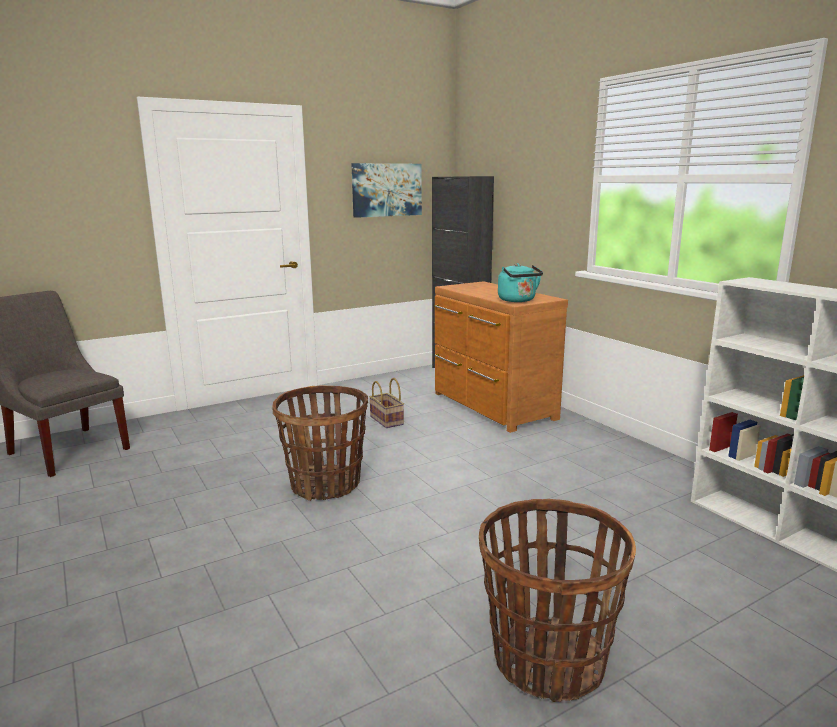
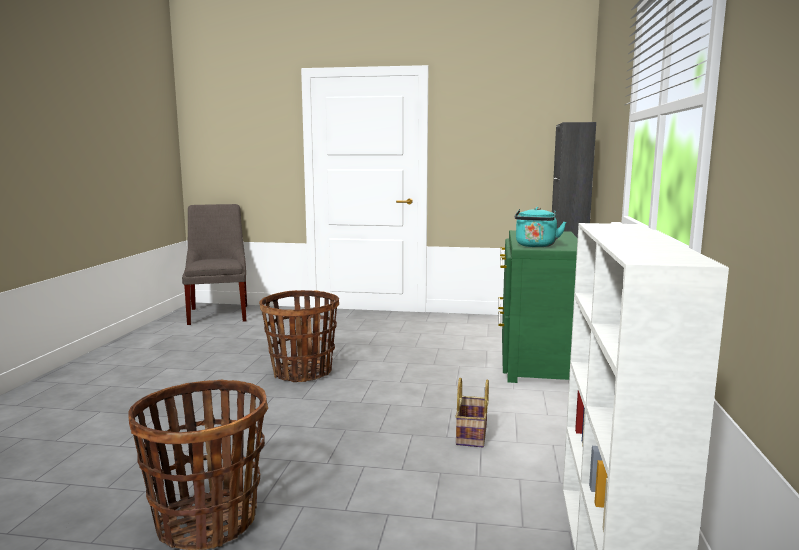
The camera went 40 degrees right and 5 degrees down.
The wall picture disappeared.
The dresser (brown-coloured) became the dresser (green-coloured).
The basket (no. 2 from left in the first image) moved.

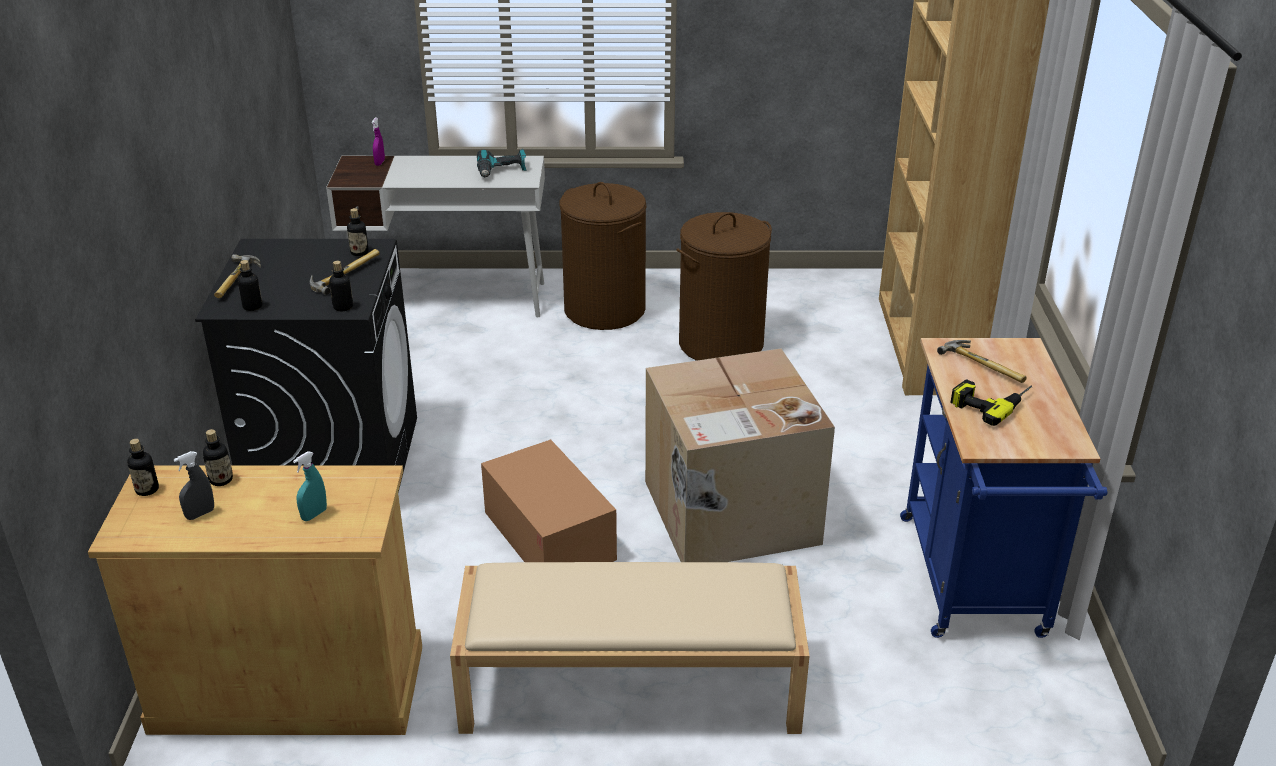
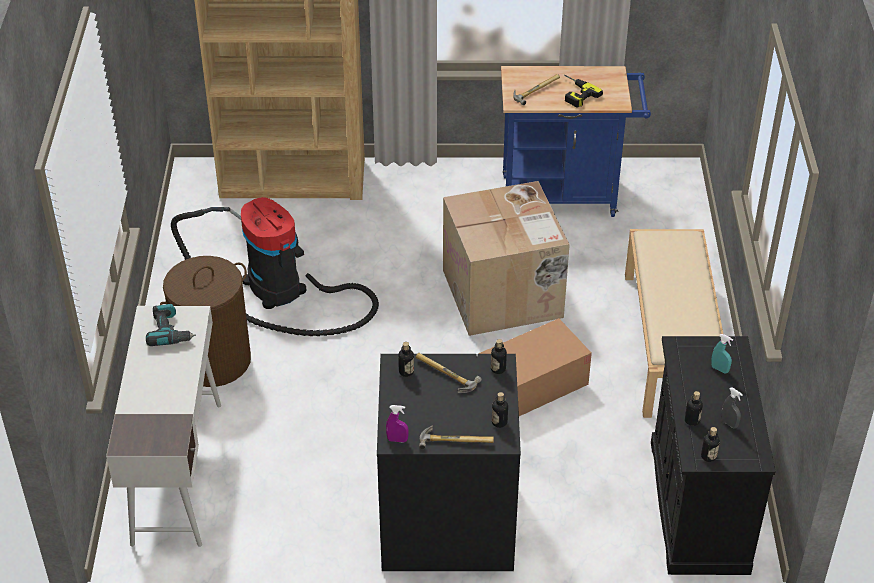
The camera went 90 degrees left and 10 degrees up.
The sprayer (purple) moved.
The hamper (brown-coloured) (no. 2 from left) was replaced by the hoover.
The cupboard (beige) became the cupboard (black).

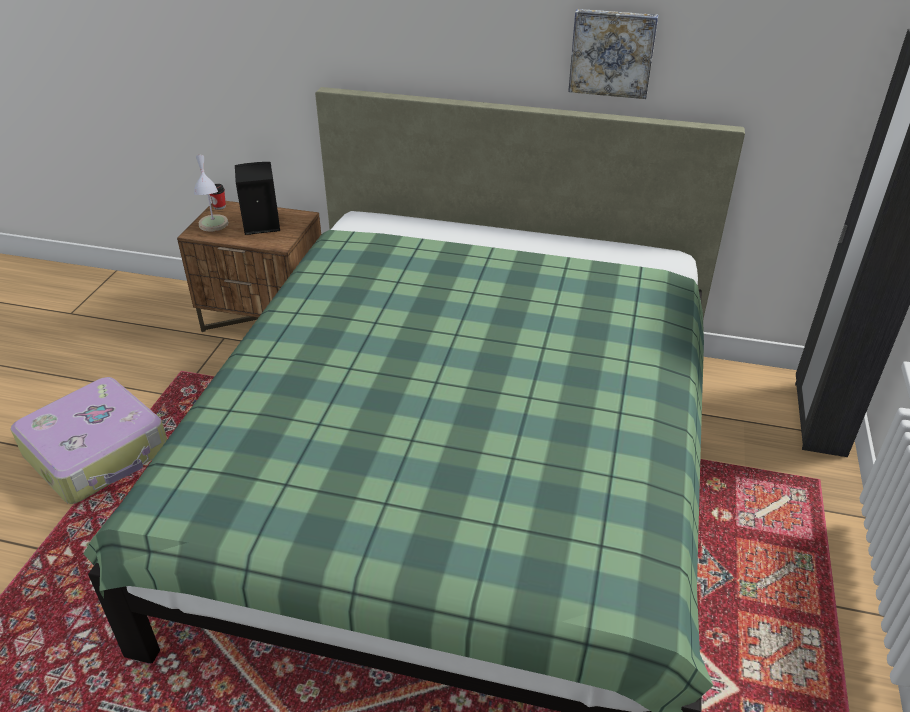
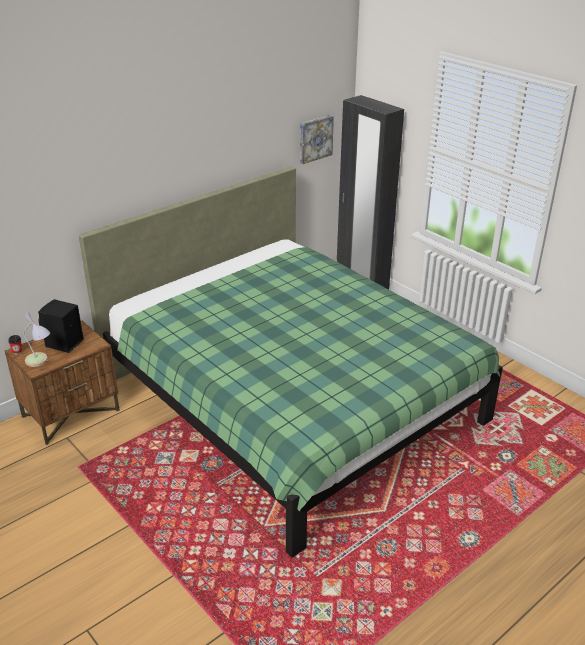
The camera went 55 degrees left and 5 degrees down.
The wall picture moved.
The suitcase disappeared.

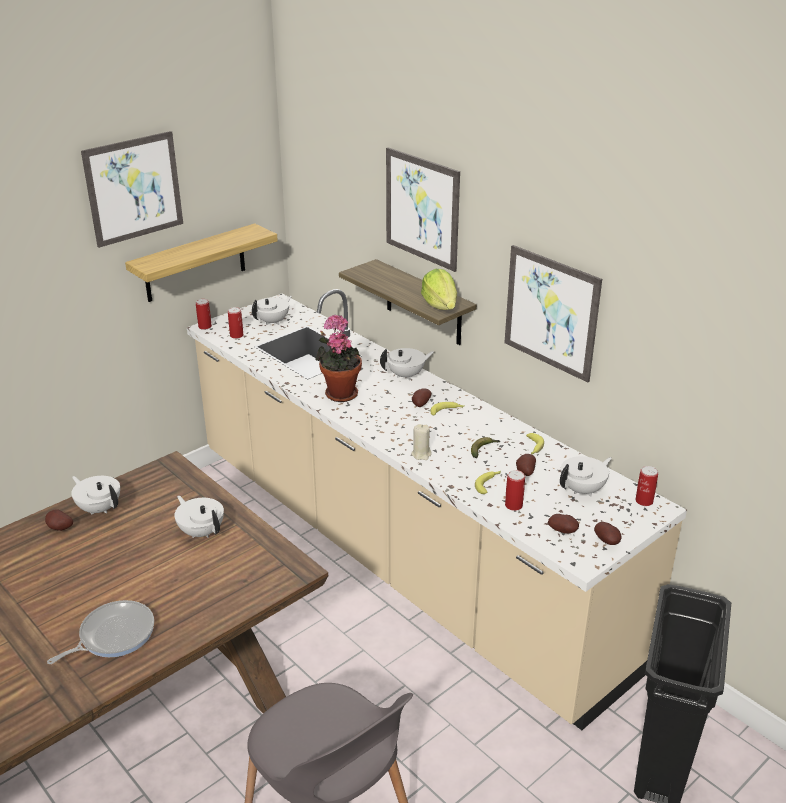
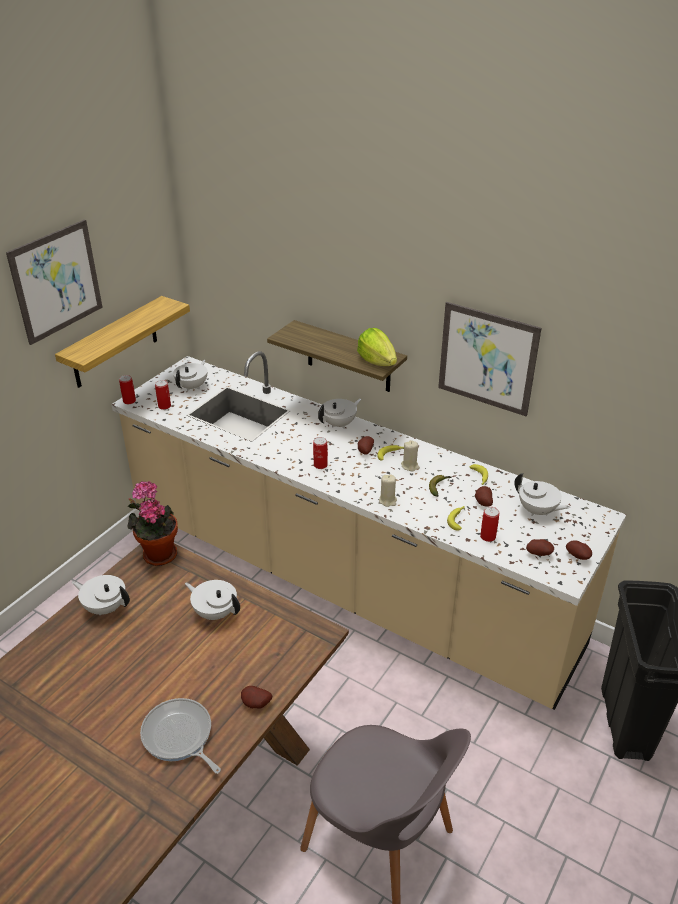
The camera went 15 degrees left and 5 degrees up.
The wall picture (no. 2 from left) disappeared.
The potted plant moved.
The teapot (whitish) (no. 5 from left) turned 90 degrees clockwise.
The sealed can (no. 4 from left in the first image) moved.
The spud (no. 1 from left) moved.
The frying pan turned 75 degrees counterclockwise.
The wax light (beige) (no. 2 from left) appeared.

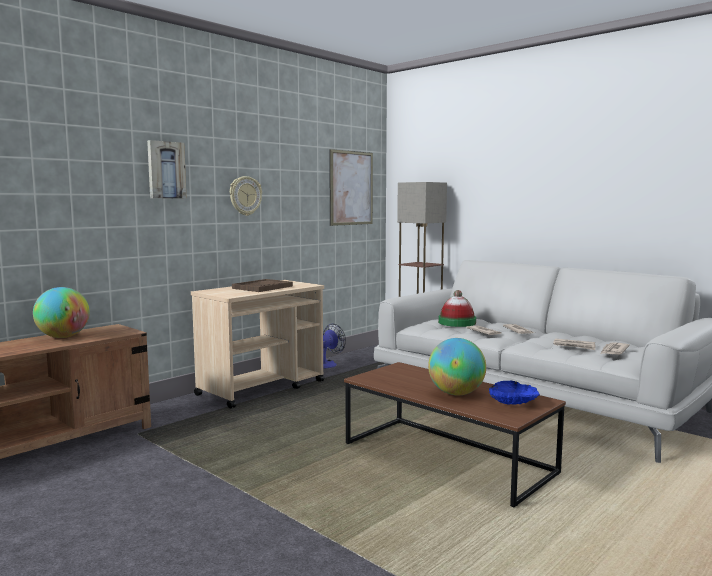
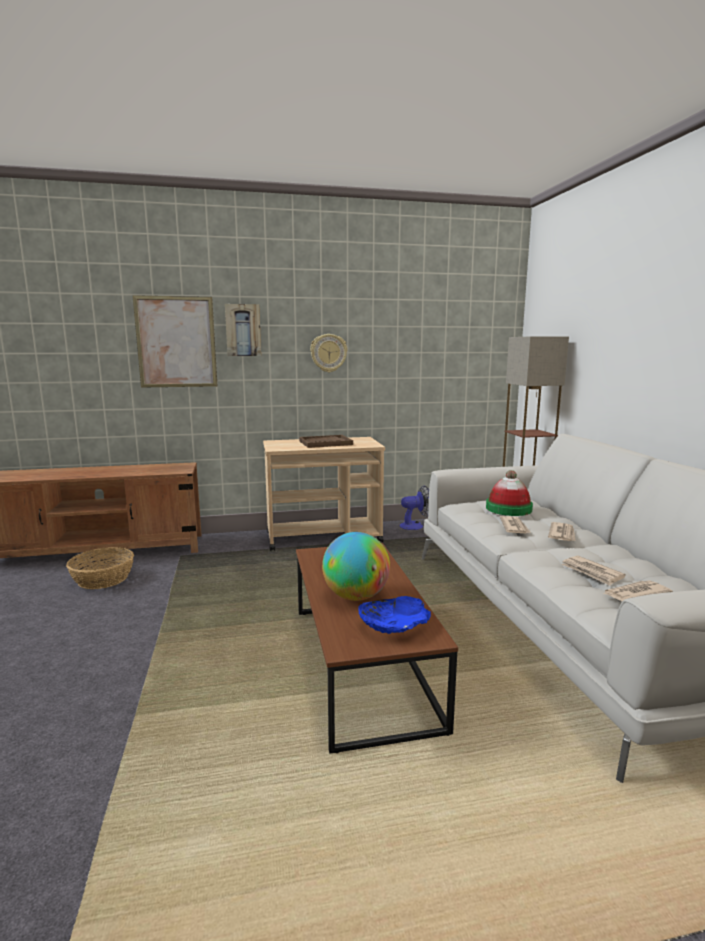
The camera went 35 degrees right and 5 degrees up.
The wall picture (no. 2 from left in the first image) moved.
The globe (no. 1 from left) disappeared.
The basket appeared.

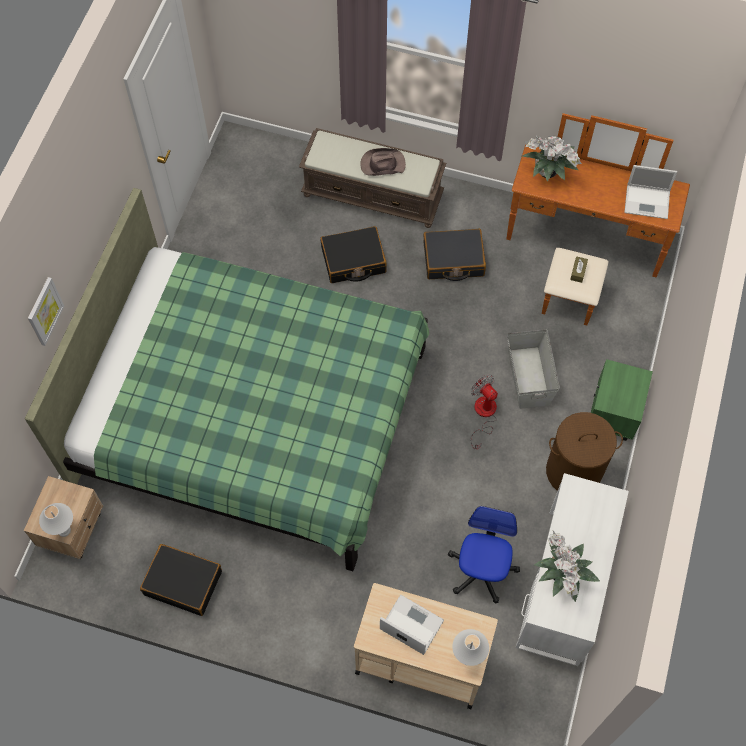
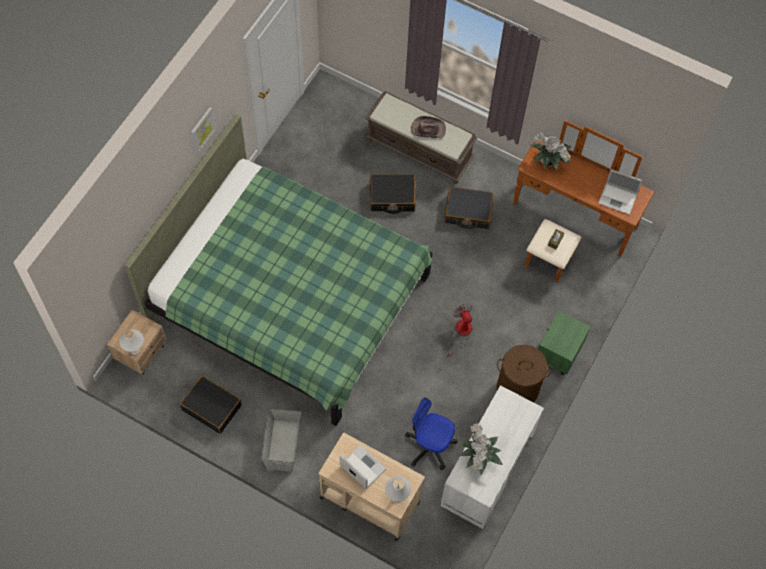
The camera went 10 degrees right and 0 degrees up.
The wall picture moved.
The storage container (grey) moved.
The desk chair turned 90 degrees counterclockwise.

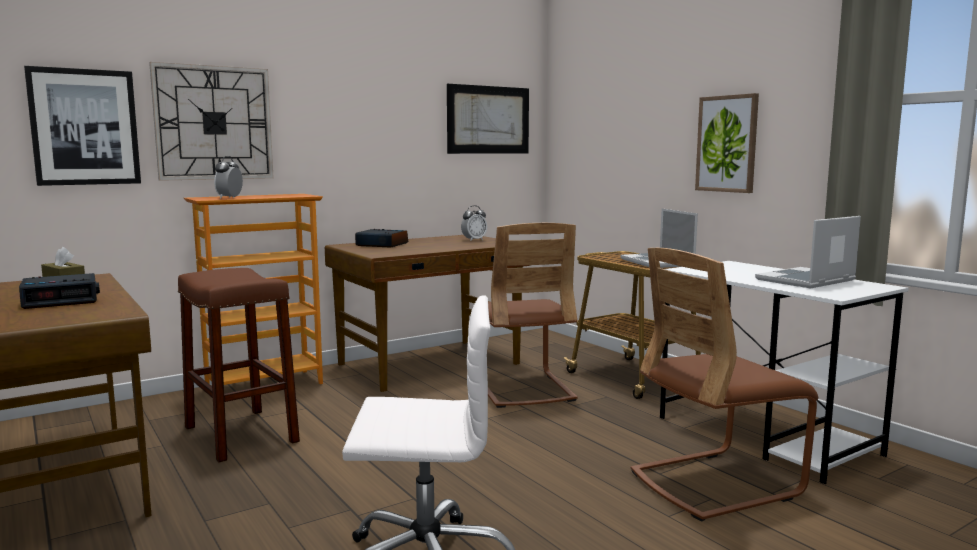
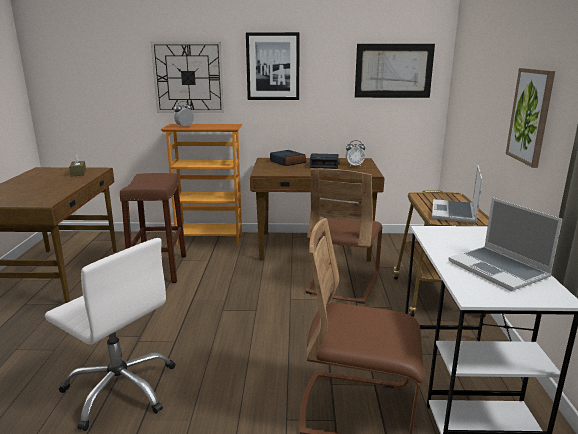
The camera went 35 degrees right and 10 degrees up.
The wall picture (no. 1 from left) moved.
The notebook computer (no. 2 from left) turned 120 degrees counterclockwise.
The bedside clock (no. 1 from left in the first image) moved.

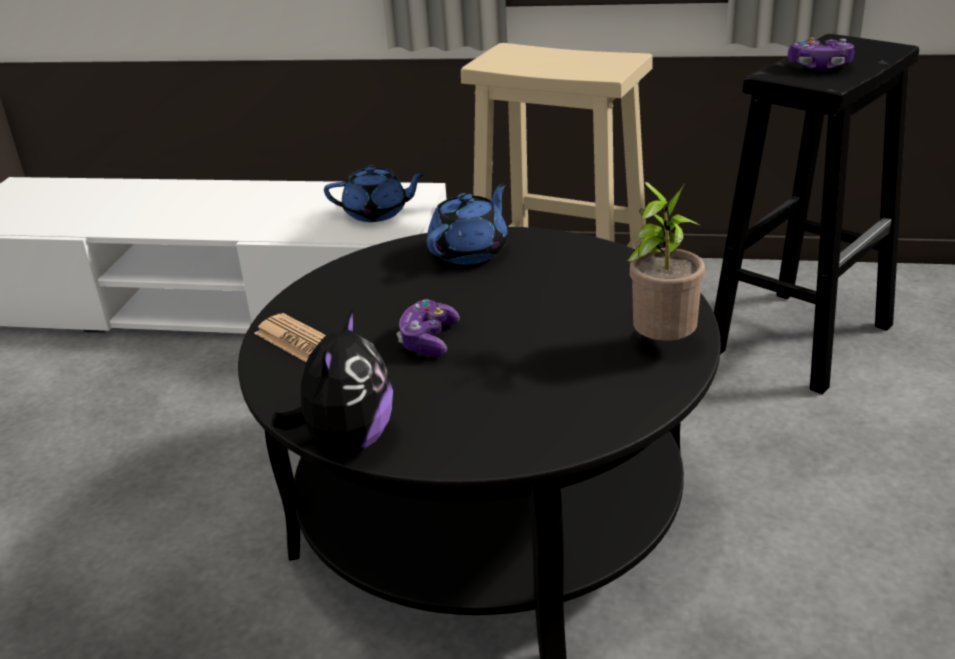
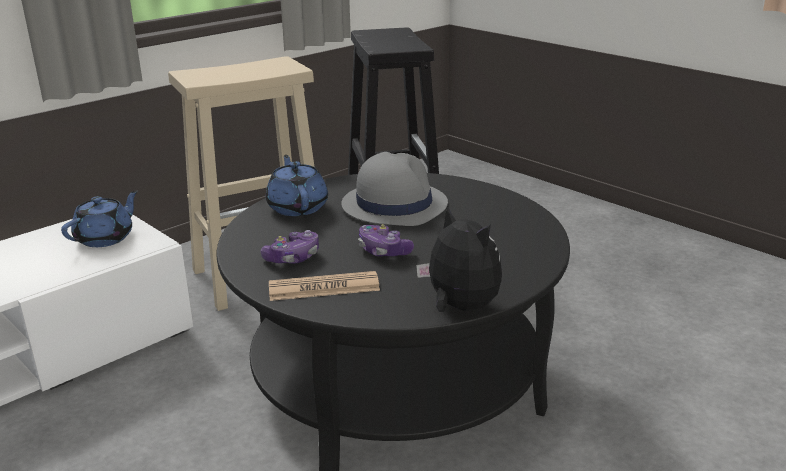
The camera went 55 degrees left and 5 degrees down.
The gamepad (no. 2 from left in the first image) moved.
The potted plant disappeared.
The hat (grey) appeared.

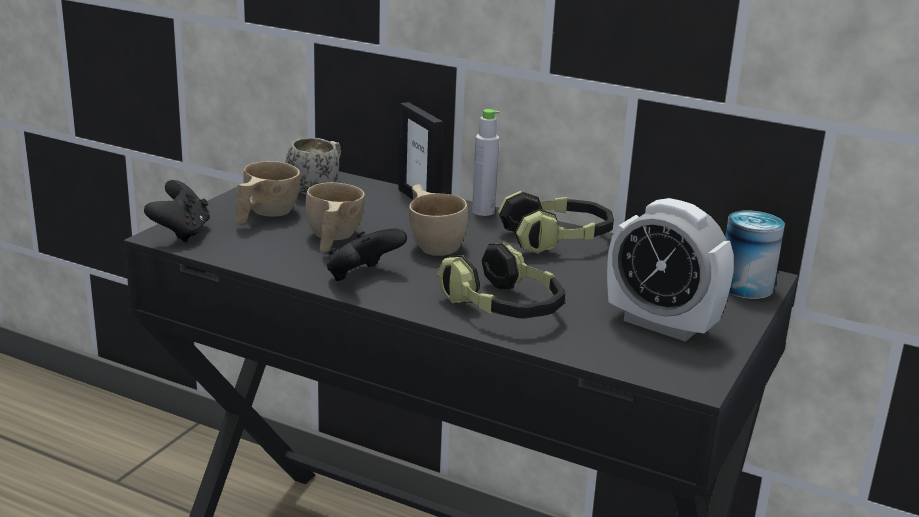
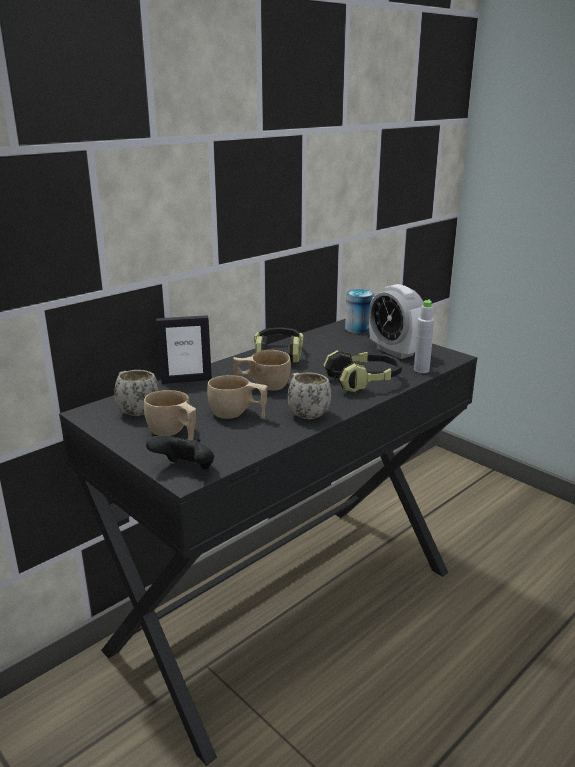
The camera went 70 degrees left and 0 degrees up.
The beverage bottle (grey) moved.
The bedside clock turned 90 degrees clockwise.
The gamepad (black) (no. 2 from left) was replaced by the mug (whitish) (no. 2 from left).

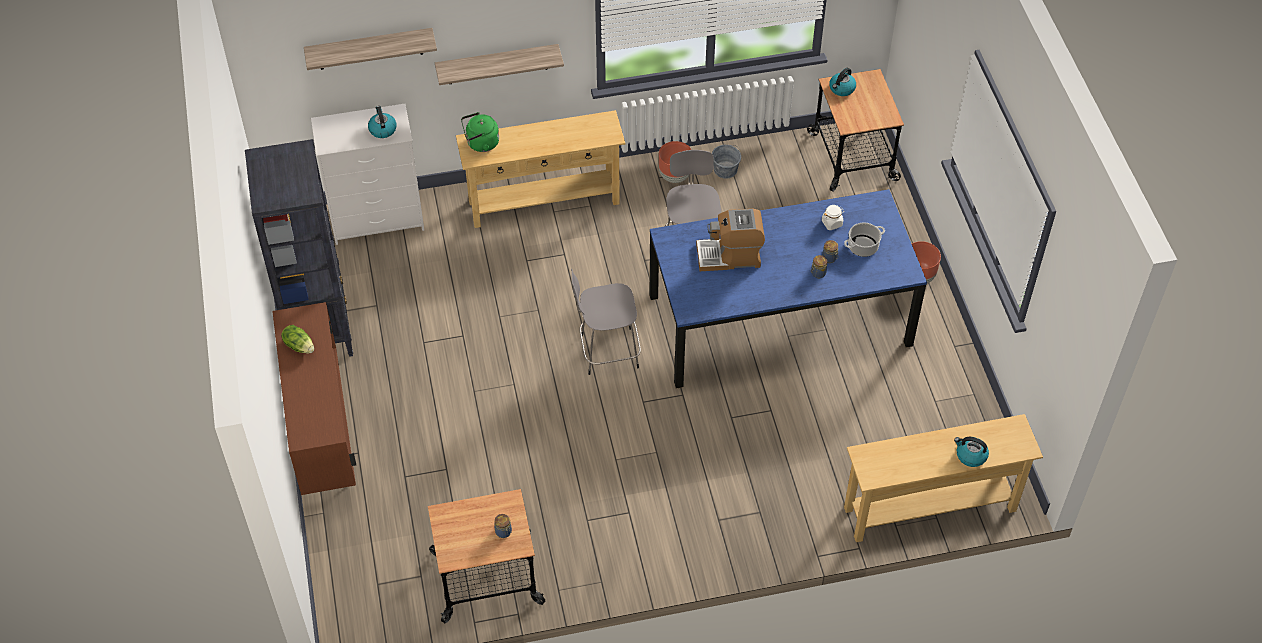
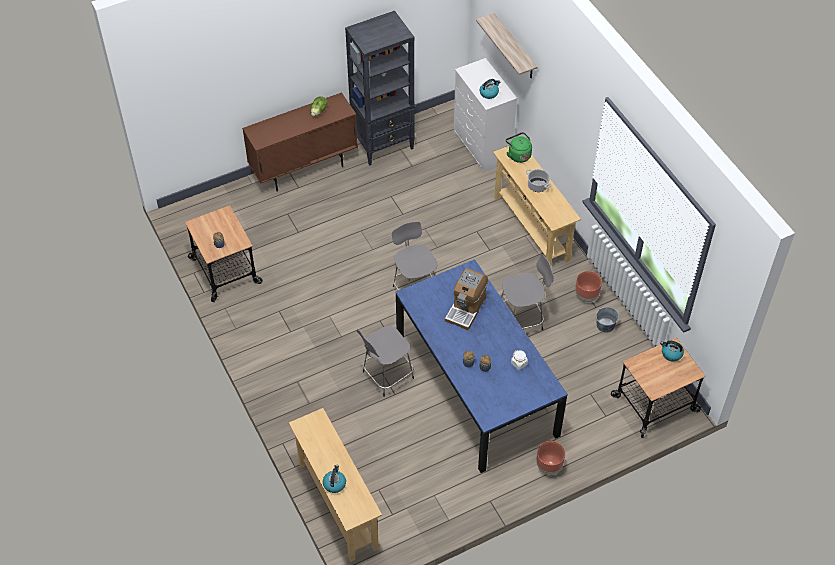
The camera went 75 degrees right and 0 degrees up.
The shelf (no. 2 from left) disappeared.
The coffee brewer turned 135 degrees counterclockwise.
The saucepot moved.
The sitting stool (grey) (no. 1 from left) appeared.

